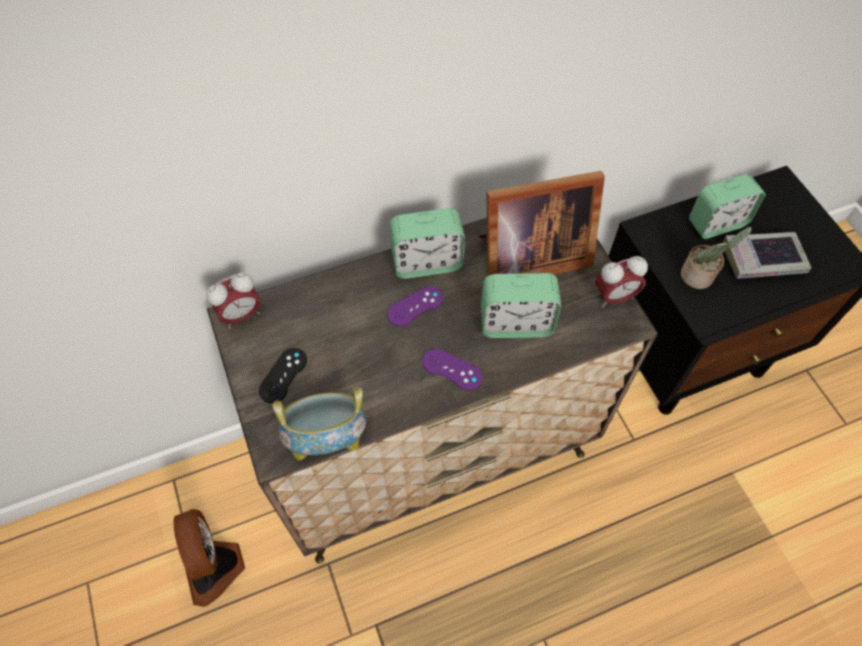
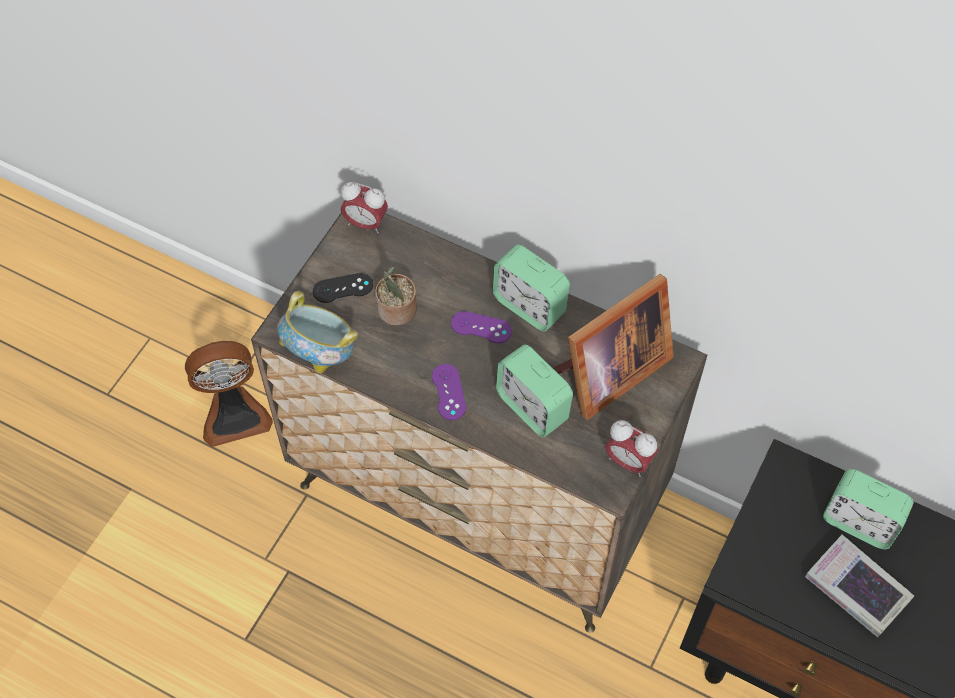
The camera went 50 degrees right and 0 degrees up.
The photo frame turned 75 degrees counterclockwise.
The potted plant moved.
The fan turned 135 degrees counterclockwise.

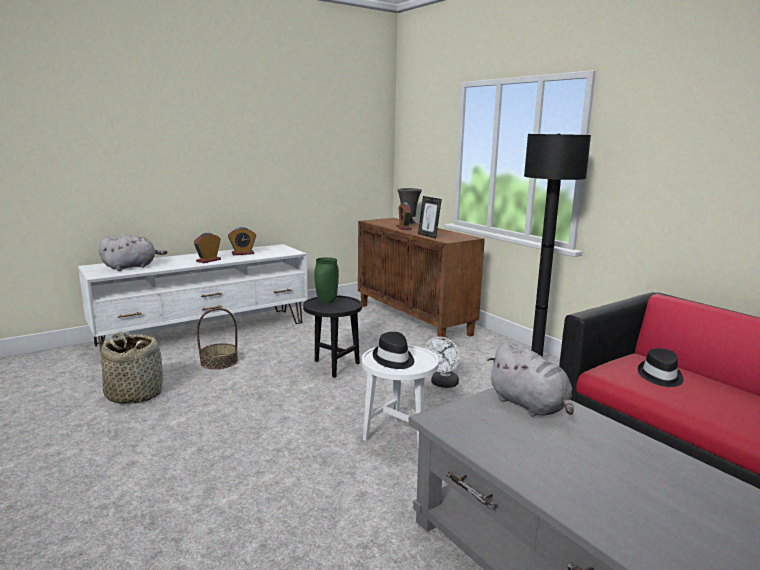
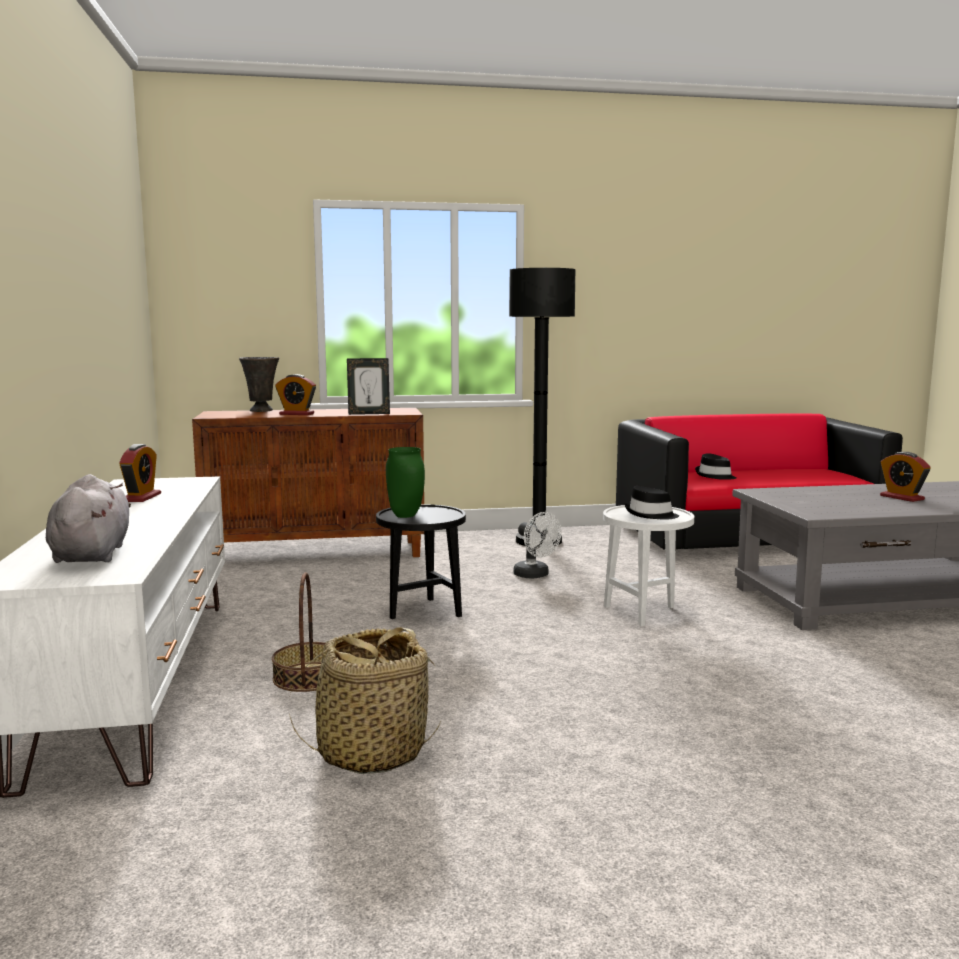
The camera went 65 degrees left and 5 degrees down.
The bedside clock (no. 1 from left in the first image) moved.
The cuddly toy (grey) (no. 2 from left) disappeared.

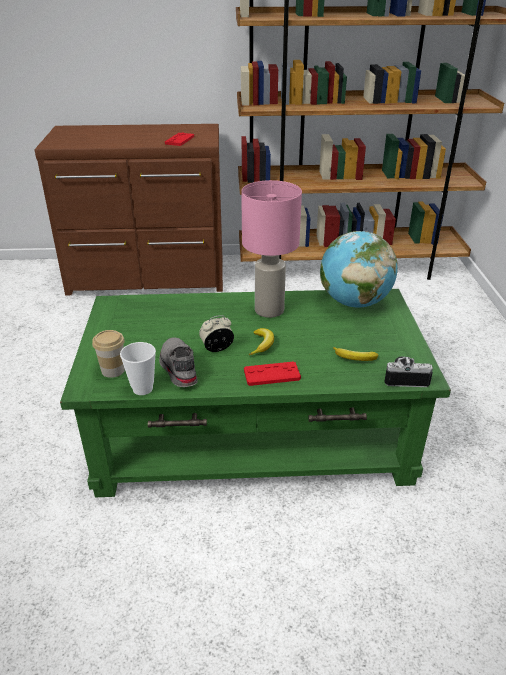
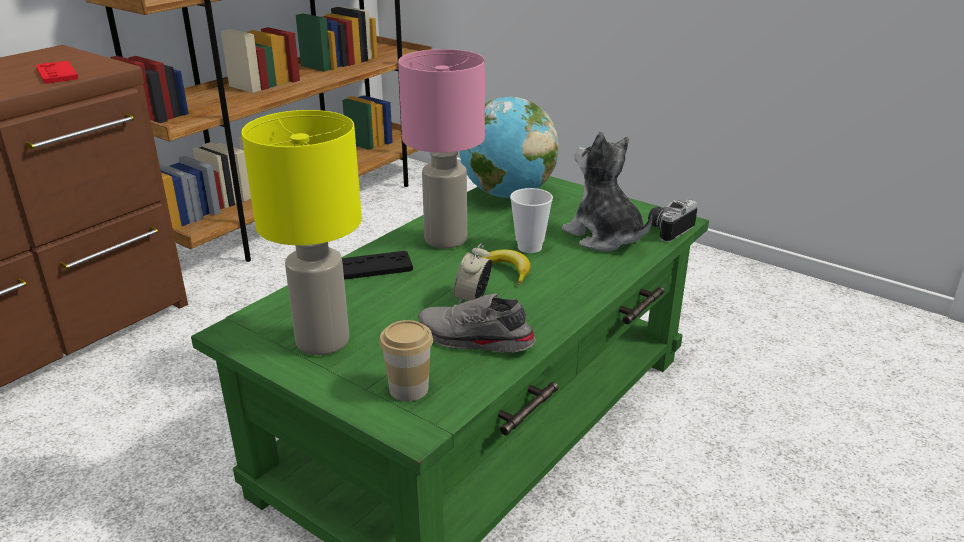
The camera went 50 degrees left and 5 degrees down.
The small cup (no. 2 from left) moved.
The banana fruit (no. 2 from left) was replaced by the cuddly toy.
The gamepad (red-coloured) (no. 2 from left) disappeared.
The lamp for a table (yellow-coloured) appeared.
The gamepad (black) appeared.

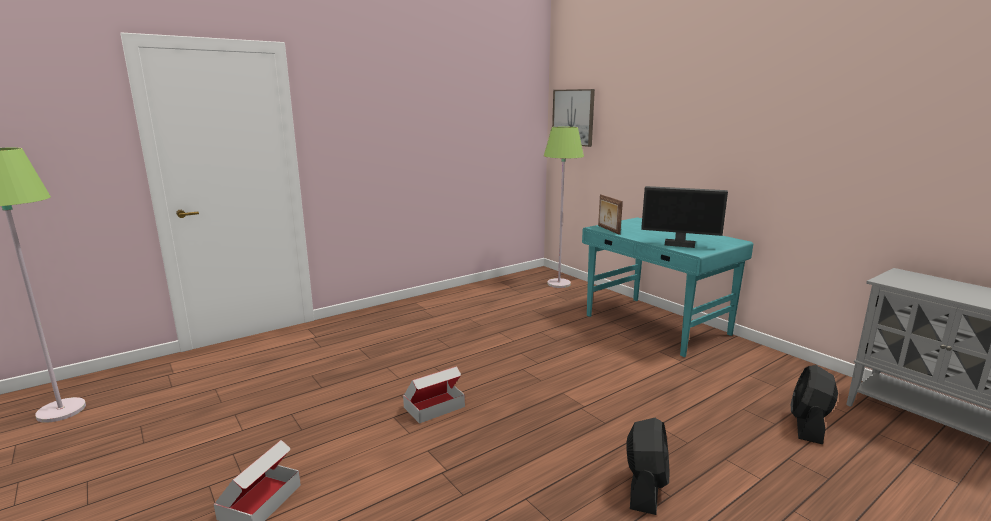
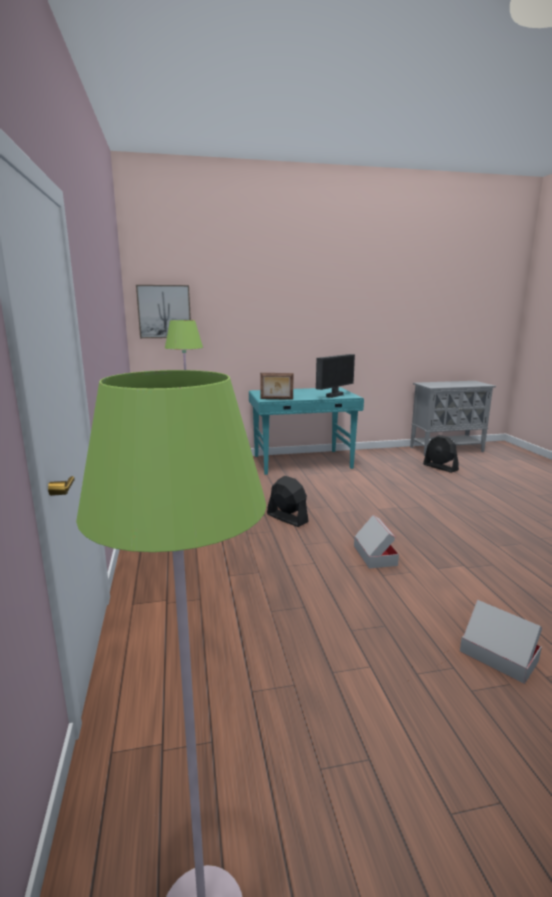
The camera went 65 degrees left and 0 degrees up.
The fan (black) (no. 1 from left) moved.

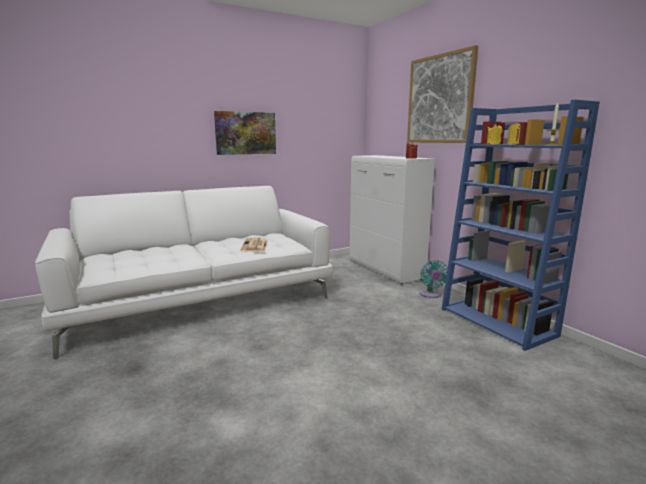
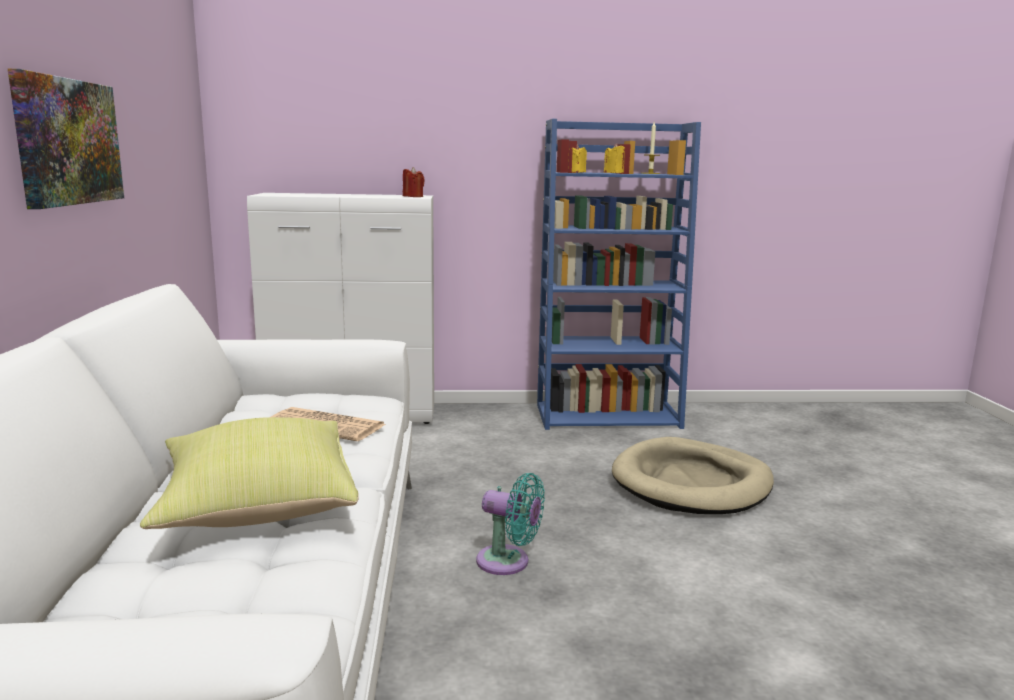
The camera went 65 degrees left and 0 degrees up.
The wall picture (no. 2 from left) disappeared.
The fan (blue-green) moved.
The pillow (yellow-coloured) appeared.
The pet bed (beige) appeared.

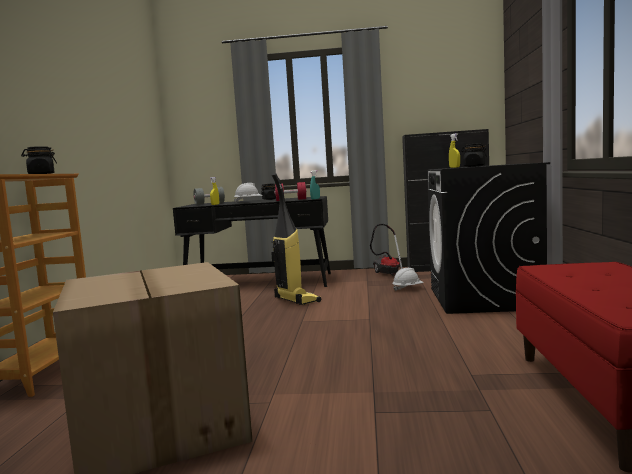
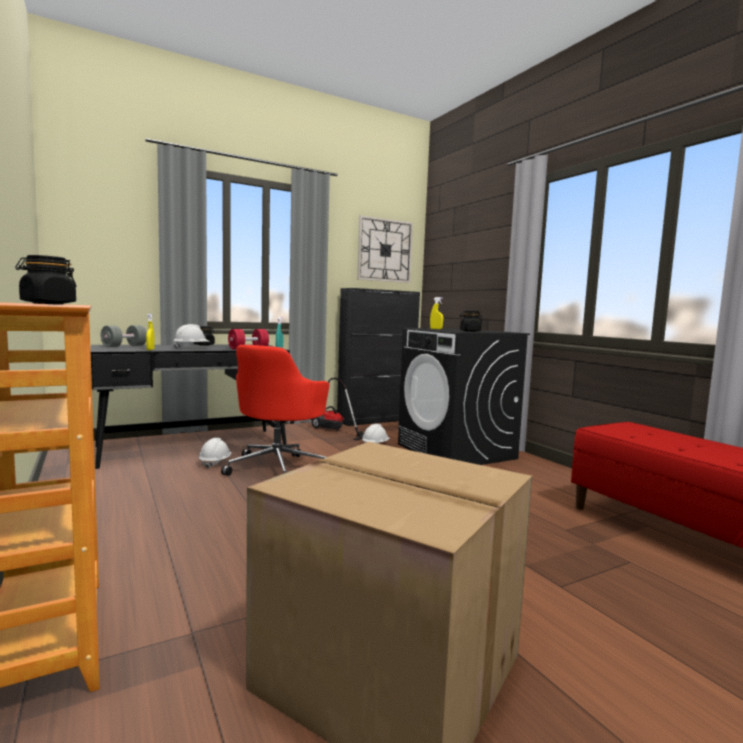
The camera went 35 degrees left and 0 degrees up.
The hoover (no. 1 from left) was replaced by the desk chair (red-coloured).
The clock on the wall appeared.
The hard hat (whitish) (no. 2 from left) appeared.

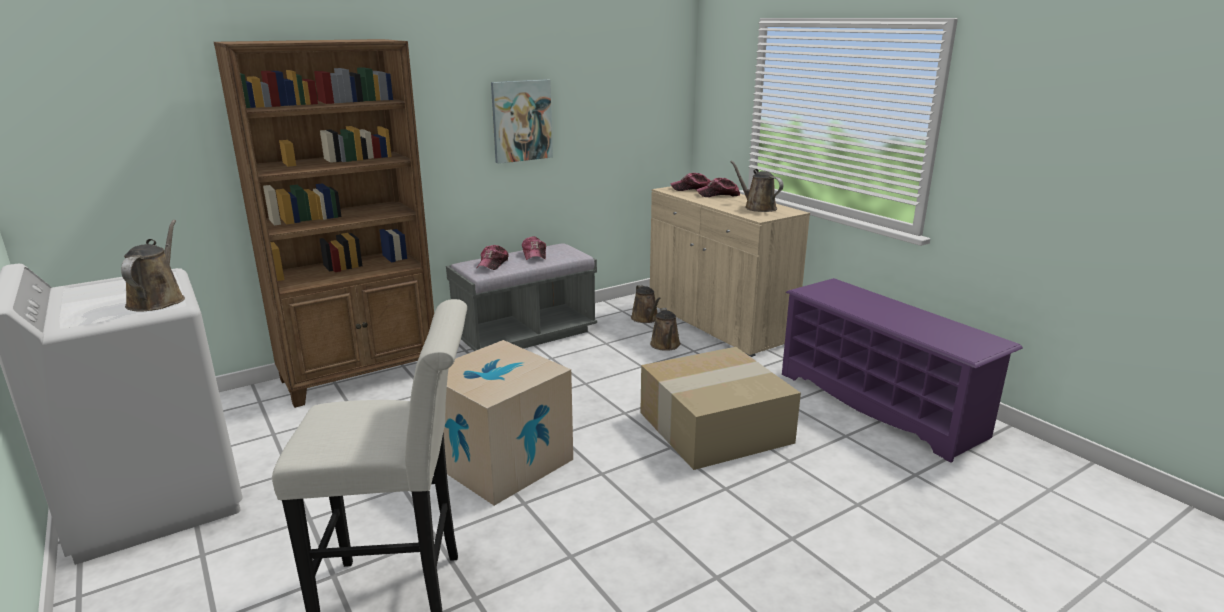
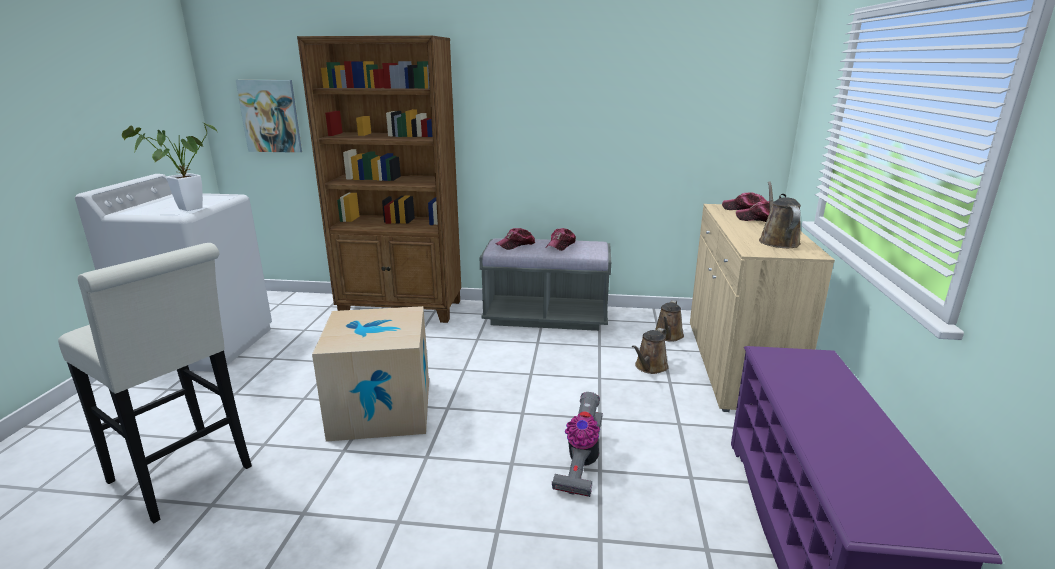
The camera went 40 degrees right and 0 degrees up.
The wall picture moved.
The watering can (brown-coloured) (no. 1 from left) was replaced by the potted plant.
The carton (no. 2 from left) was replaced by the hoover.

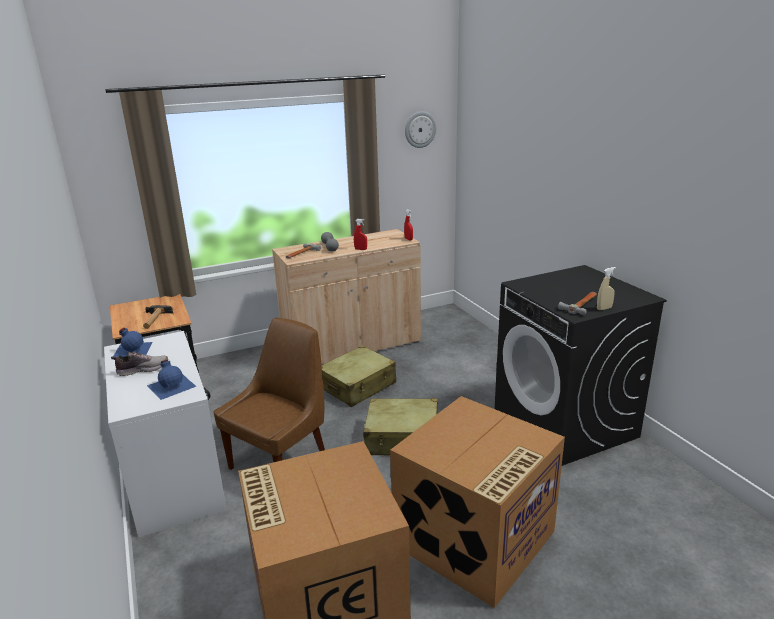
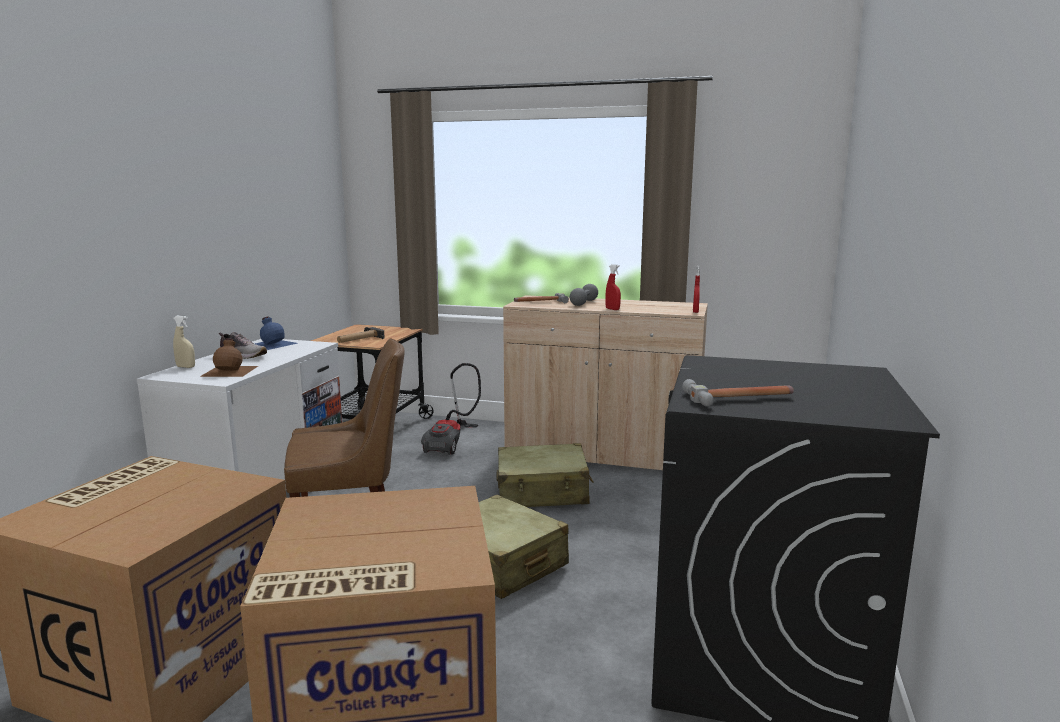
The camera went 40 degrees right and 10 degrees down.
The clock on the wall disappeared.
The sprayer (beige) moved.
The beverage bottle (blue-coloured) (no. 2 from left) became the beverage bottle (brown-coloured).
The hoover appeared.

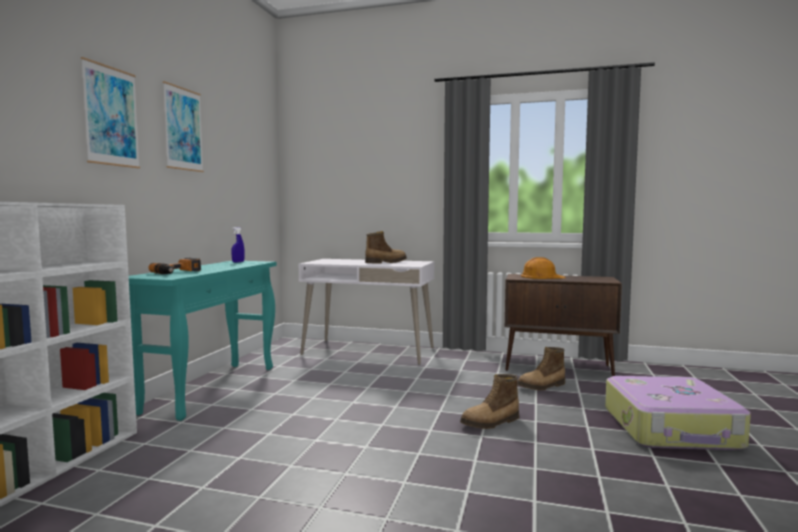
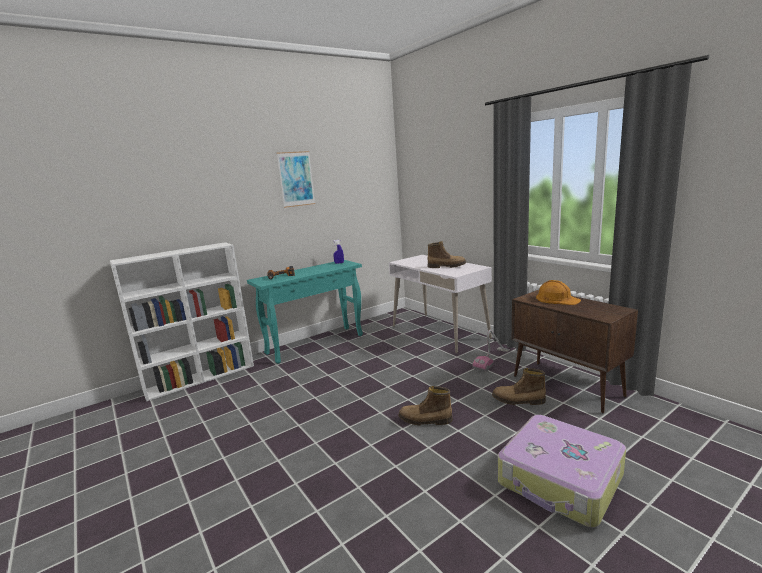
The camera went 40 degrees right and 10 degrees up.
The wall picture (no. 1 from left) disappeared.
The hoover appeared.

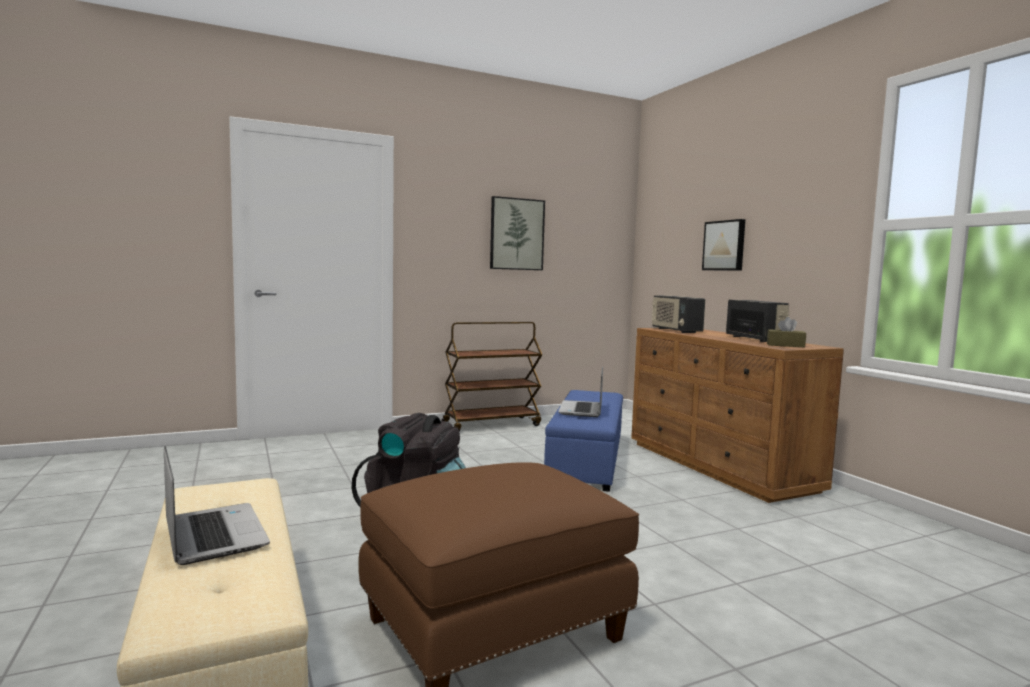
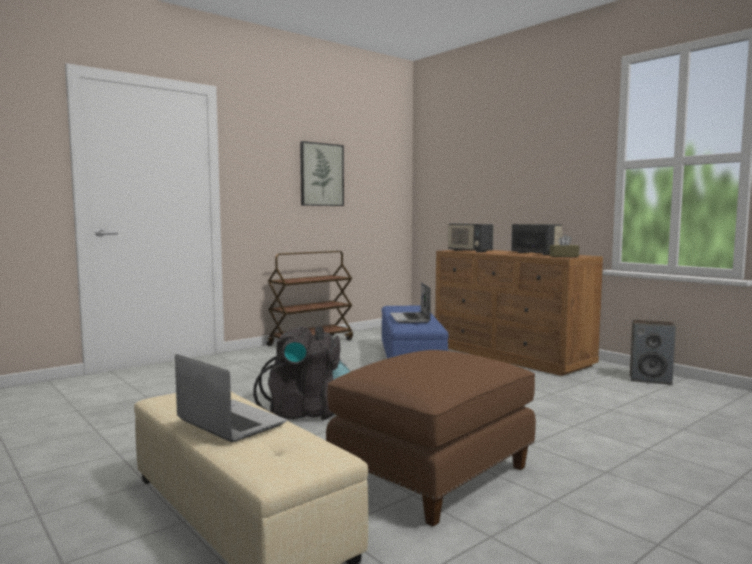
The camera went 15 degrees left and 0 degrees up.
The wall picture (no. 2 from left) disappeared.
The audio speaker appeared.

